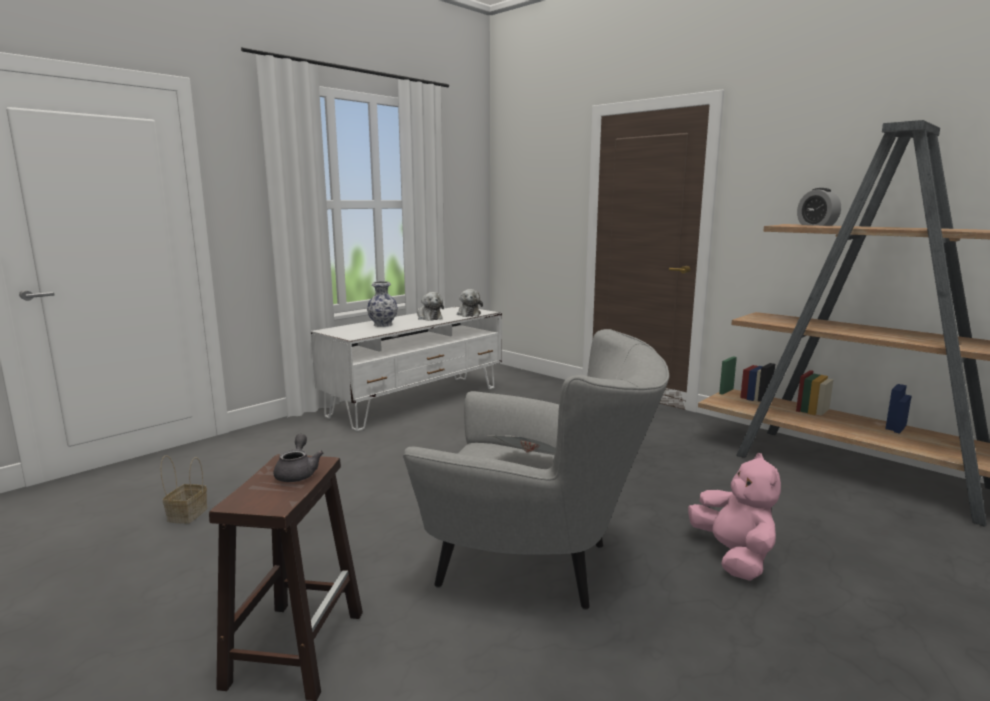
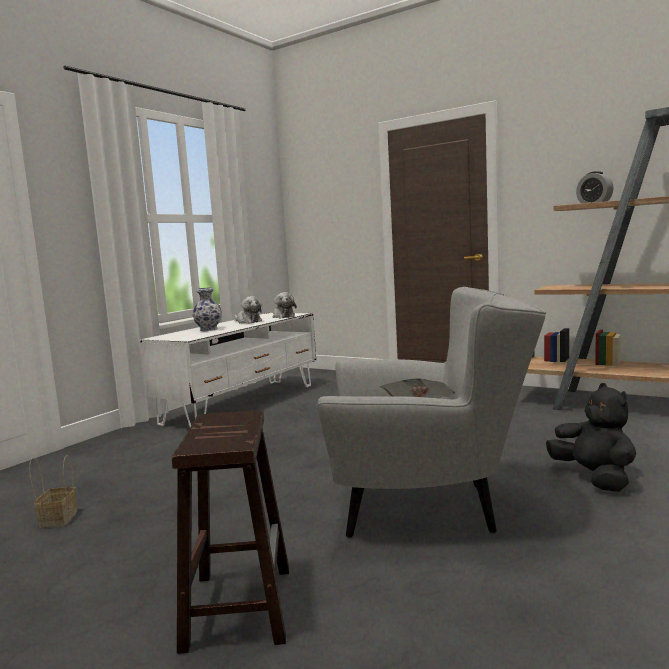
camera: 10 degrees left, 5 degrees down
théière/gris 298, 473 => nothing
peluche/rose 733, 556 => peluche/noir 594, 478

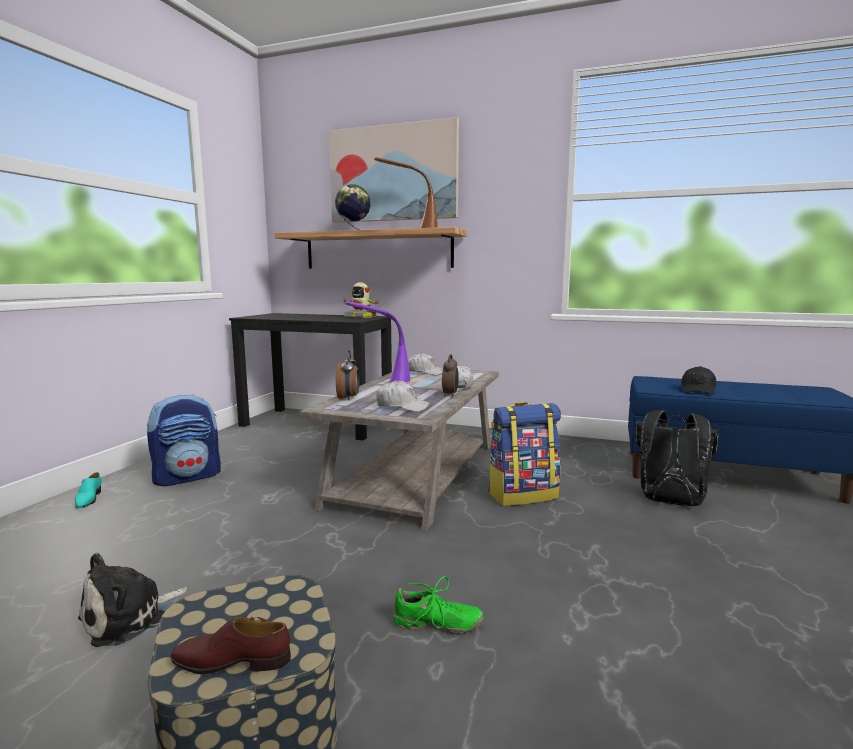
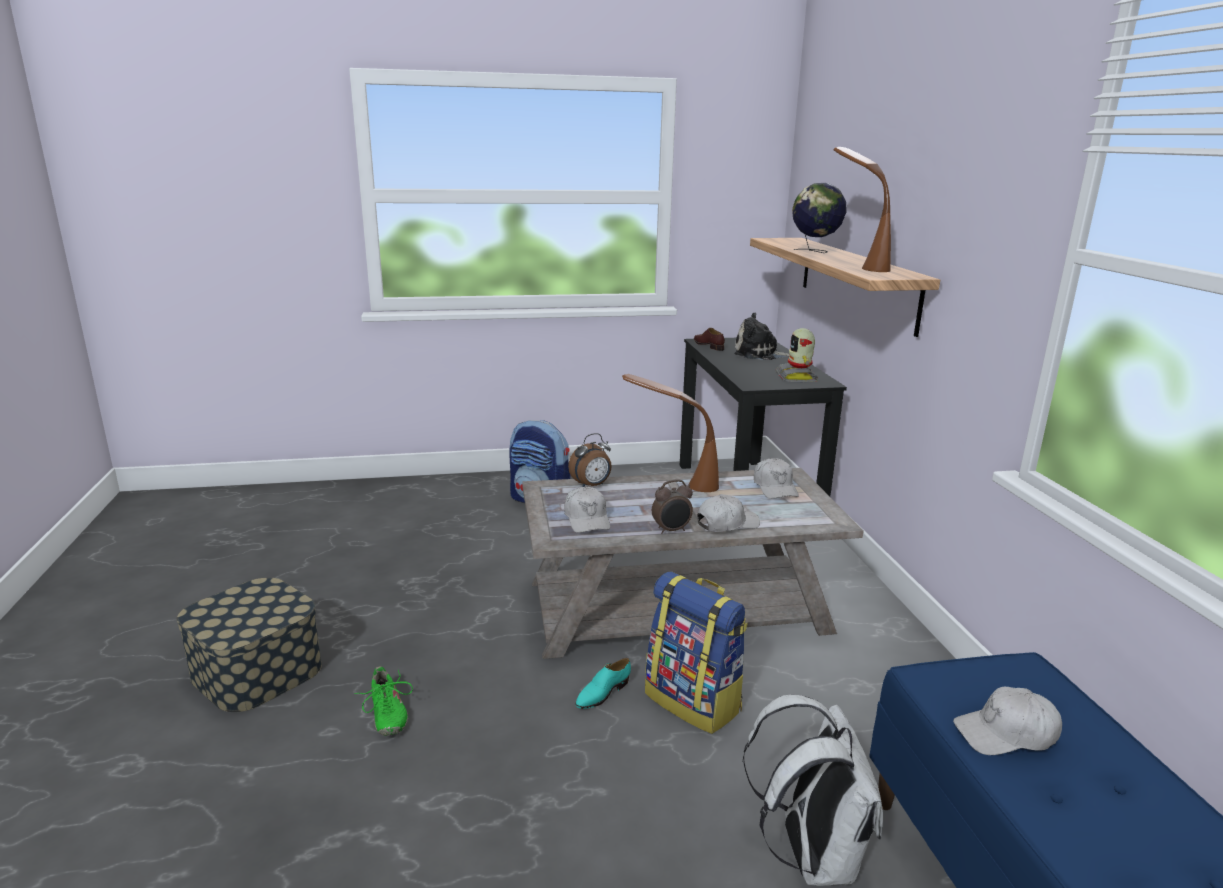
camera: 60 degrees right, 10 degrees up
chaussure/turquoise 88, 499 => chaussure/turquoise 602, 693, move
peluche 130, 617 => peluche 759, 354, move
chaussure/marron 232, 661 => chaussure/marron 708, 346, move
tableau 393, 173 => nothing
lampe de table/violet 380, 385 => lampe de table/marron 668, 483
sac à dos/noir 669, 502 => sac à dos/blanc 810, 854
casquette/noir 698, 390 => casquette/blanc 1006, 734

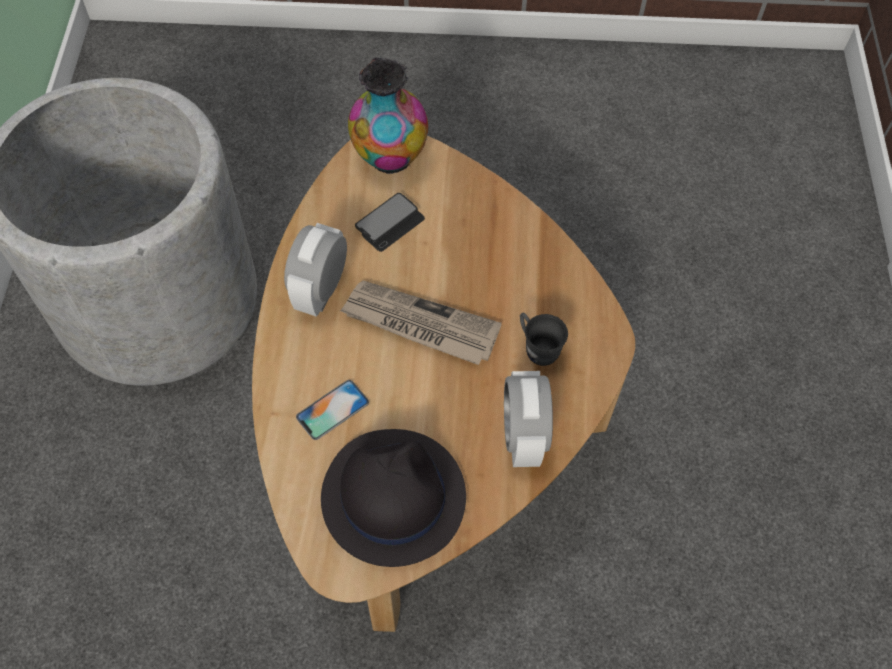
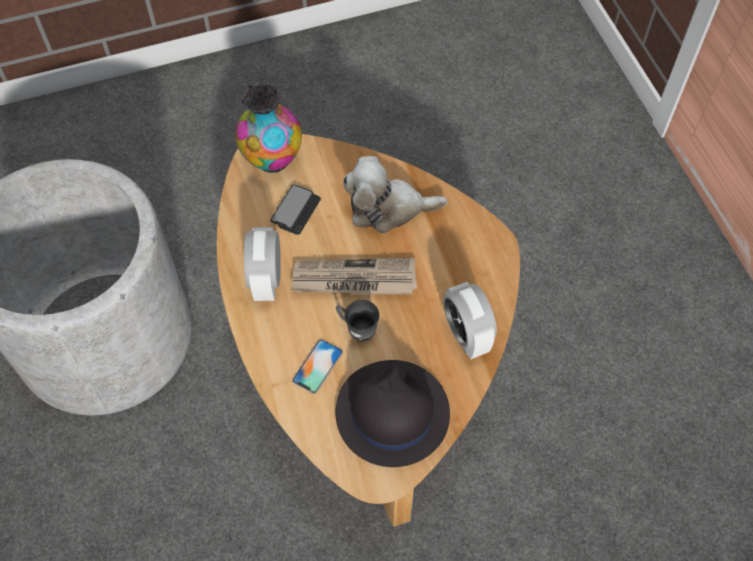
camera: 20 degrees left, 0 degrees up
mug/gris 537, 349 => mug/gris 356, 329, move
nothing => peluche 388, 208

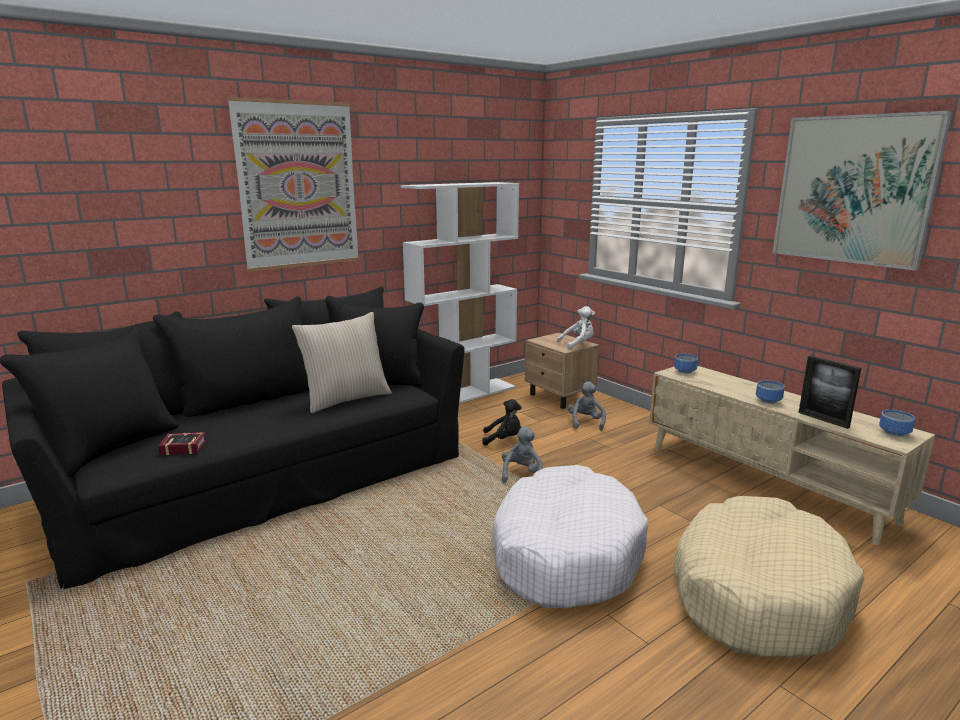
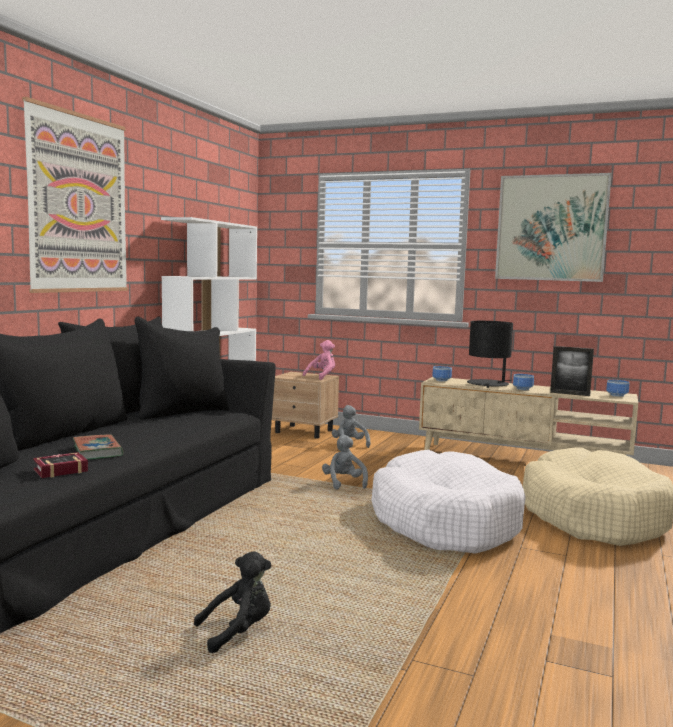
camera: 30 degrees left, 10 degrees down
coussin/beige 346, 399 => nothing
peluche/noir 503, 439 => peluche/noir 238, 631, move
peluche/blanc 578, 344 => peluche/rose 322, 376
nothing => livre 97, 451
nothing => lampe de table/noir 488, 384

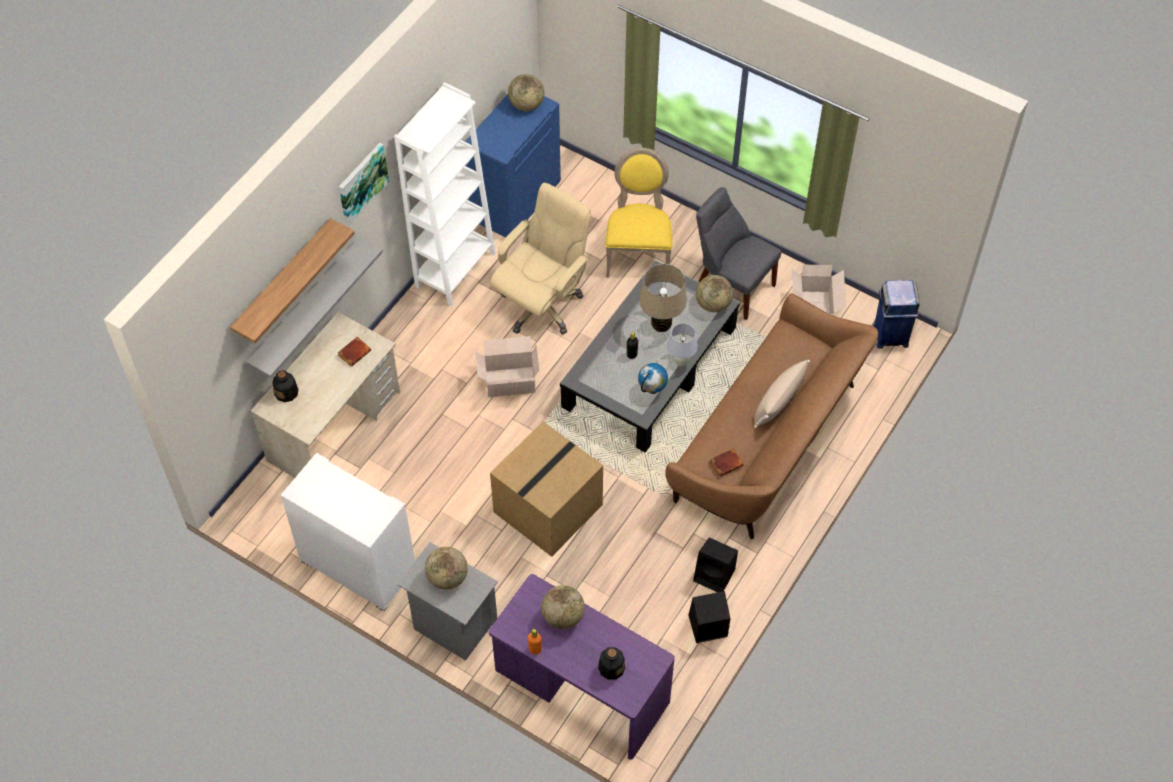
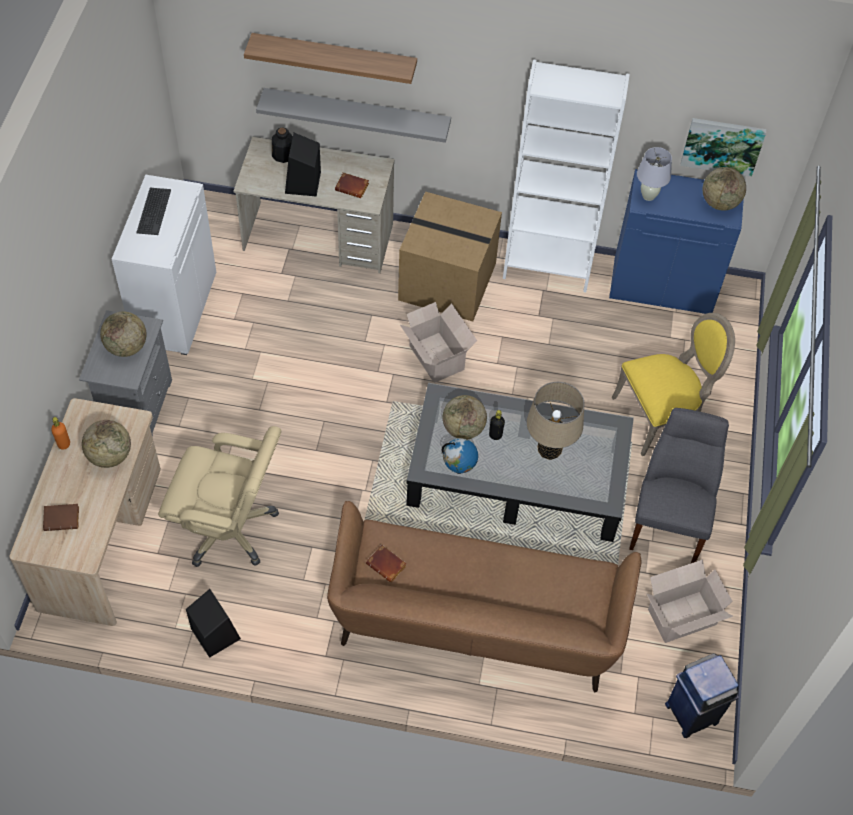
camera: 65 degrees right, 0 degrees up
tableau 362, 183 => tableau 722, 145, move
bureau/violet 581, 689 => bureau/beige 102, 538
chaise de bureau/beige 542, 304 => chaise de bureau/beige 229, 528, move
carton 548, 506 => carton 449, 281, move
bouteille 611, 667 => livre/marron 63, 518
lampe de table/blanc 681, 361 => lampe de table/blanc 648, 196, move
enceinte/noir 715, 575 => enceinte/noir 303, 184, move
globe 713, 304 => globe 463, 429, move
coussin/beige 778, 401 => nothing
nothing => clavier 153, 211

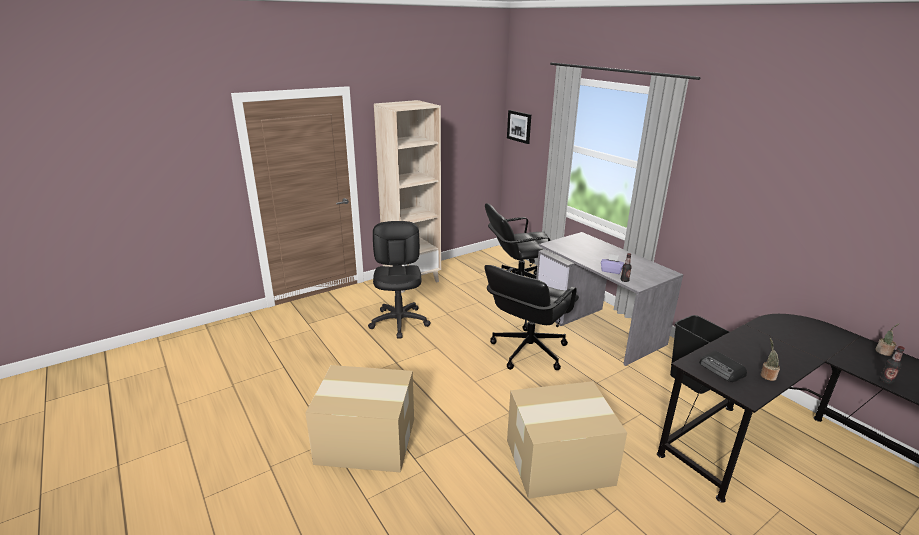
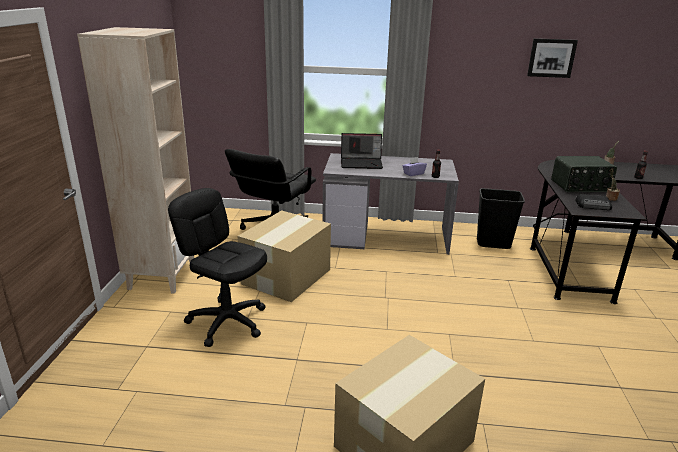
camera: 50 degrees left, 0 degrees up
chaise de bureau/noir 527, 351 => nothing
tableau 519, 126 => tableau 551, 58, move
carton 560, 462 => carton 287, 276, move
nothing => ordinateur portable 362, 163
nothing => radio 580, 186

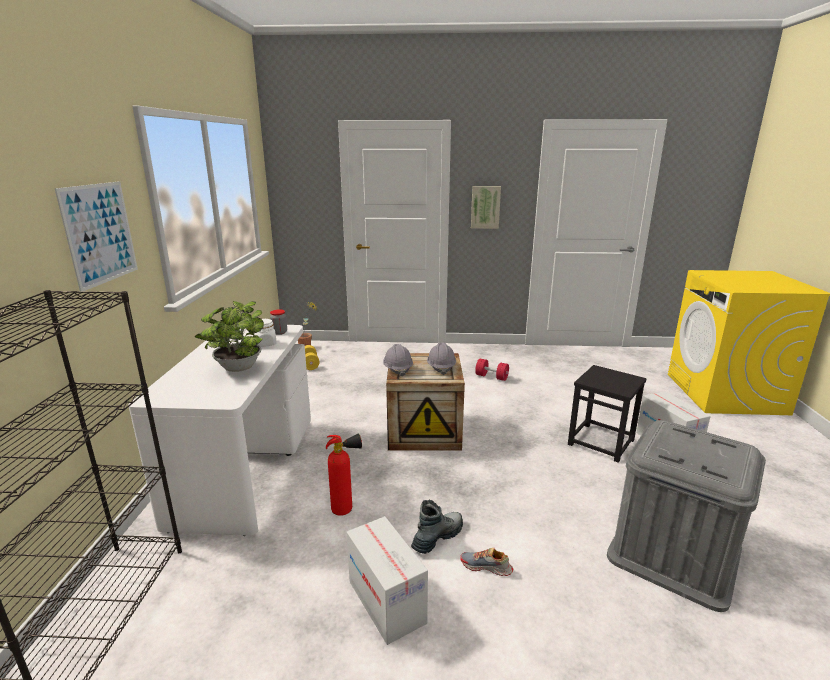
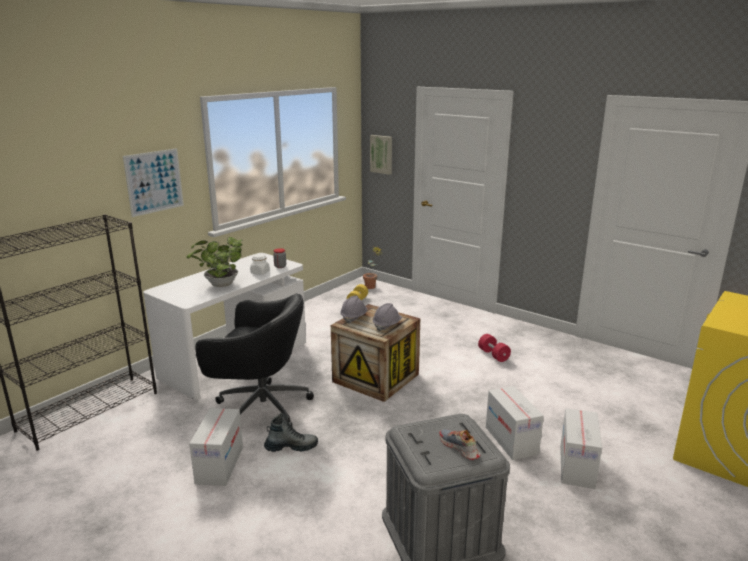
camera: 35 degrees right, 0 degrees up
extincteur 347, 509 => chaise de bureau/noir 260, 408
chaussure 486, 567 => chaussure 459, 448, move
tableau 485, 207 => tableau 381, 154, move
tabouret/noir 601, 442 => carton 511, 440

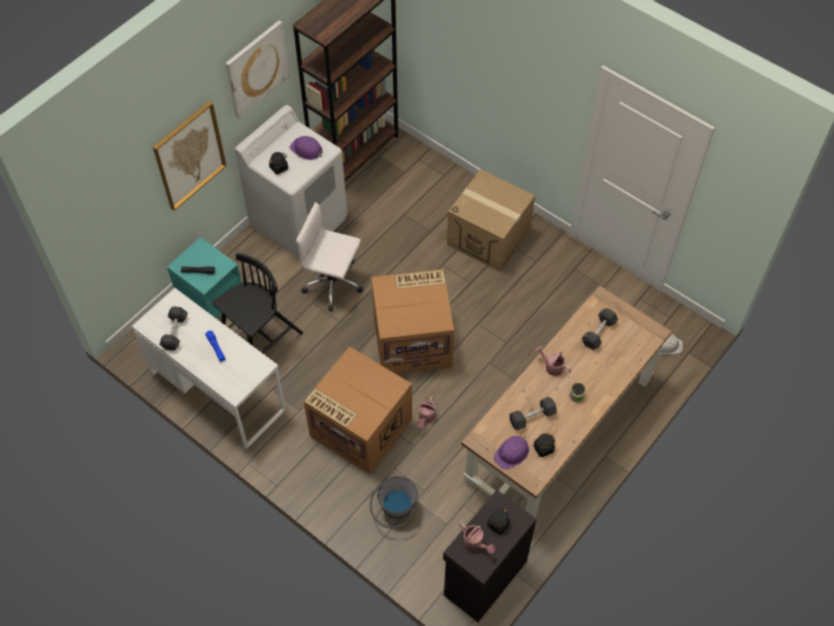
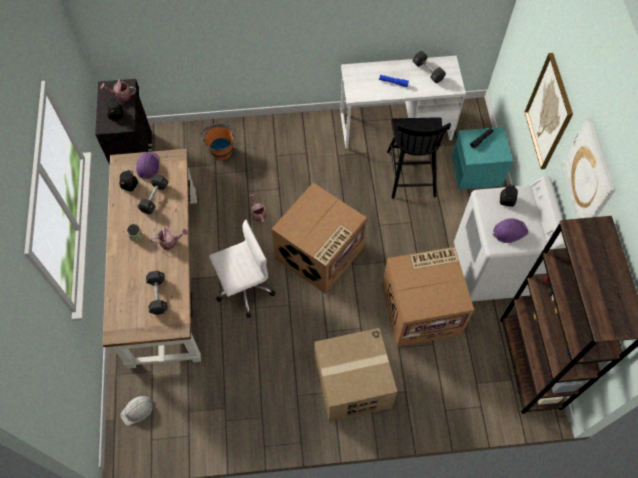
camera: 135 degrees right, 5 degrees up
chaise de bureau/blanc 334, 284 => chaise de bureau/blanc 243, 288, move
carton 359, 427 => carton 421, 309, move
seau/gris 394, 512 => seau/orange 220, 148

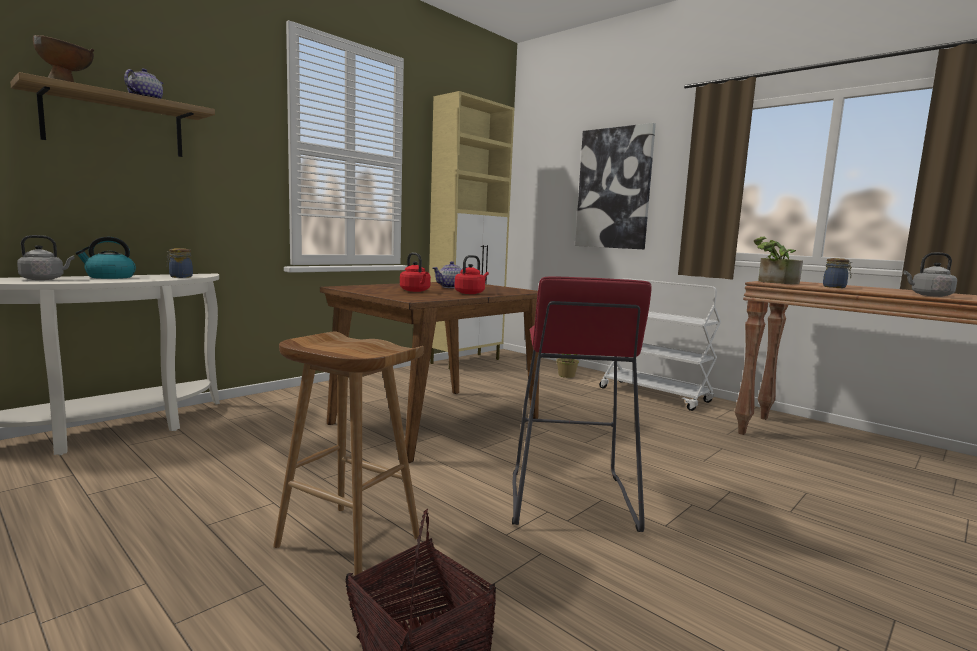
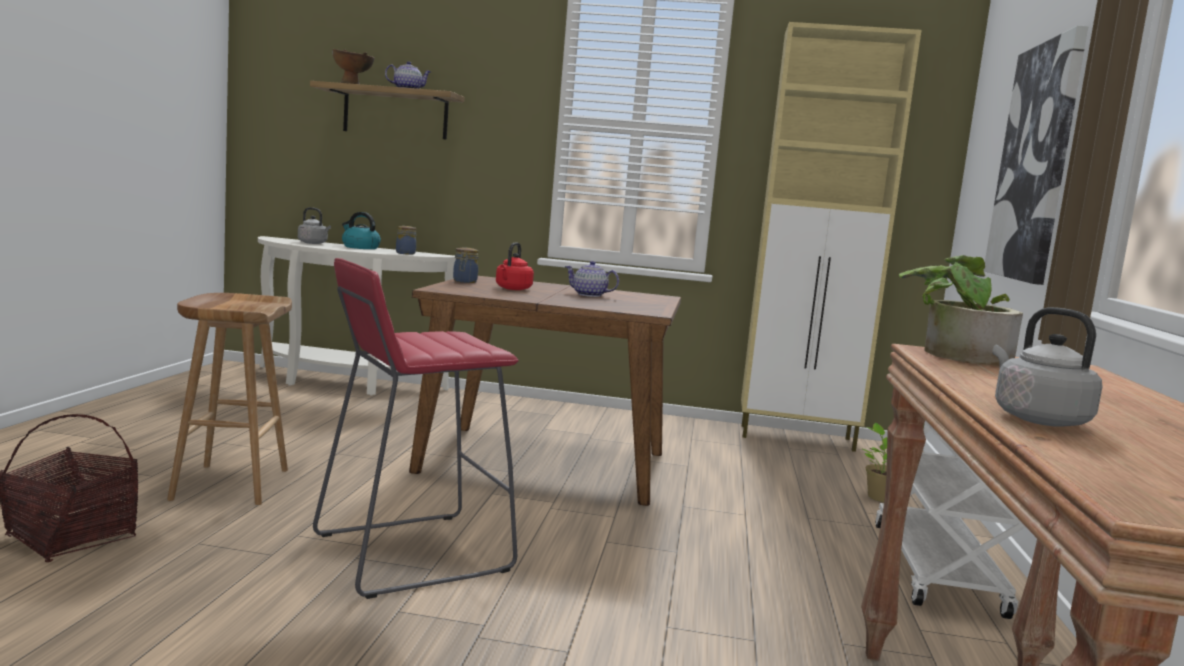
camera: 55 degrees right, 0 degrees up
bouilloire/rouge 470, 293 => nothing
bocal 835, 287 => bocal 464, 281, move

